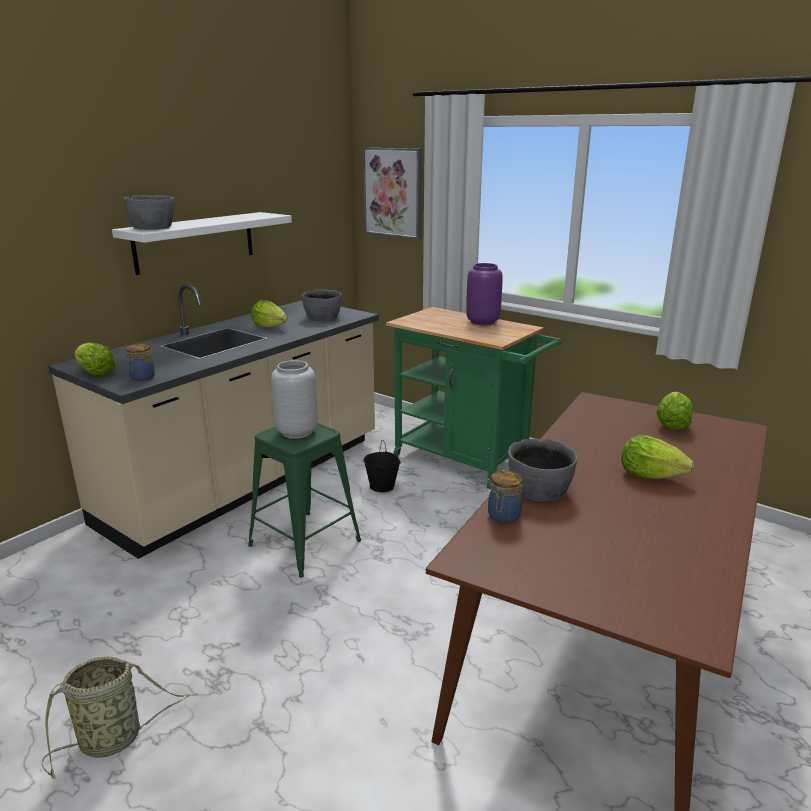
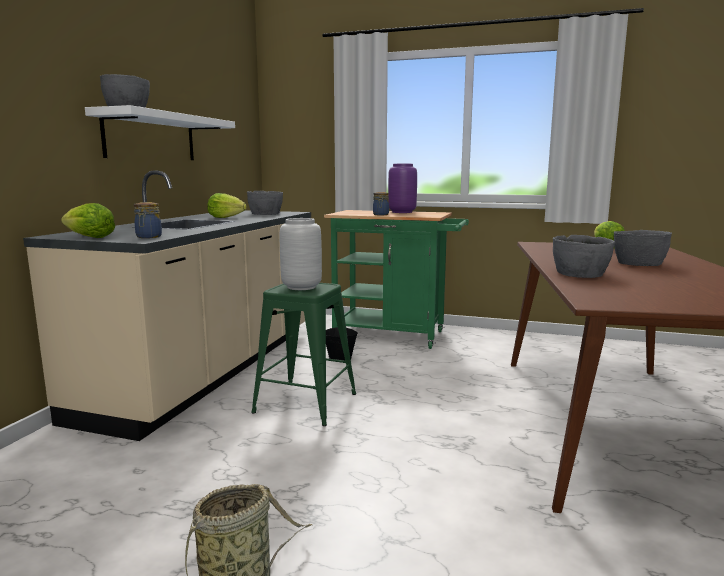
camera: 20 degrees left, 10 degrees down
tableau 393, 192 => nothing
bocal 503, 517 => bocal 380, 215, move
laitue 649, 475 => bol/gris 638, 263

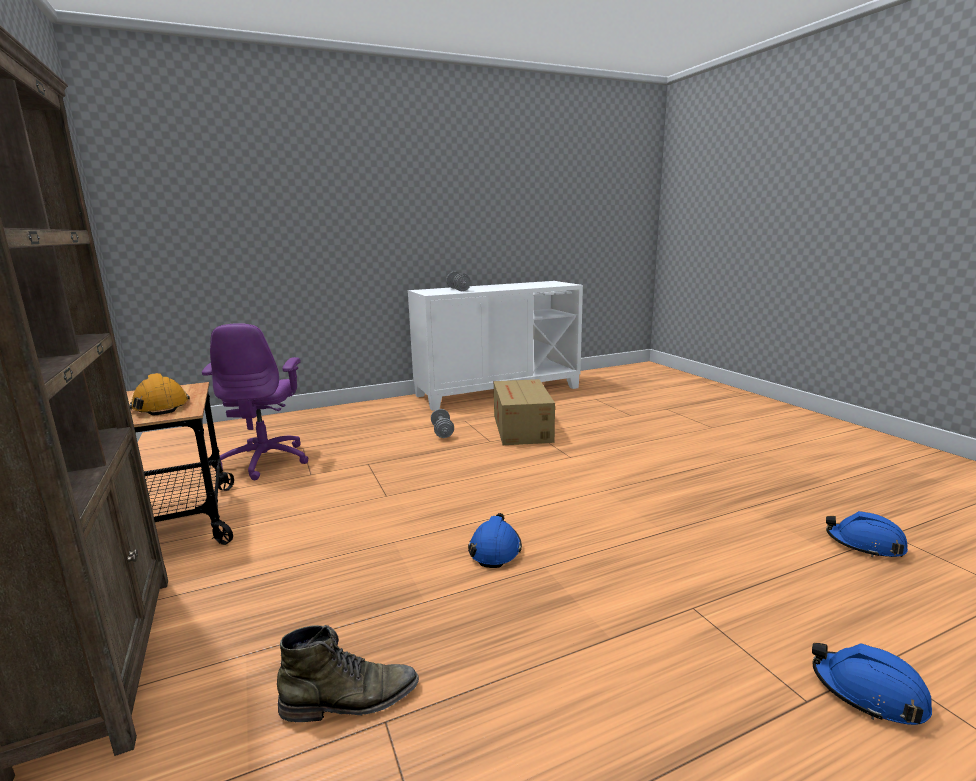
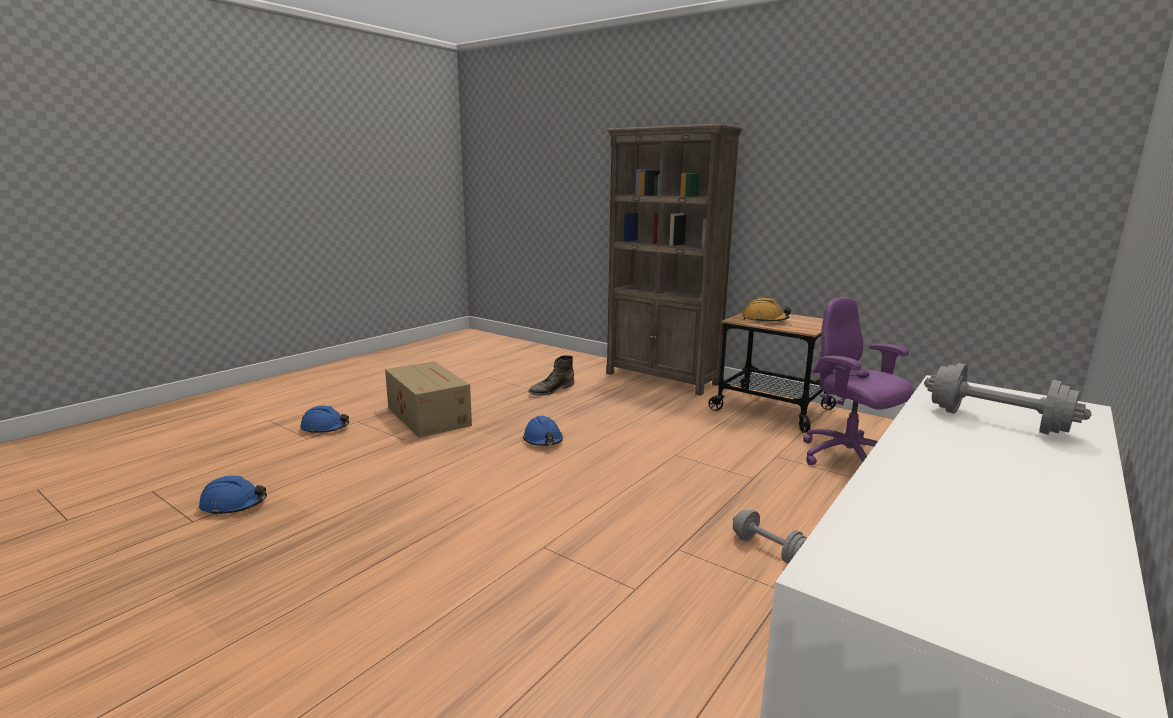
camera: 150 degrees right, 0 degrees up
carton 521, 429 => carton 428, 416, move

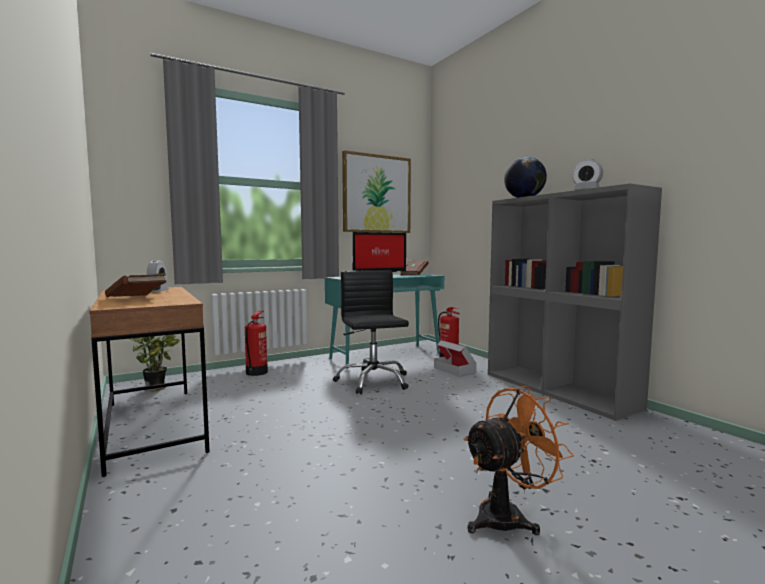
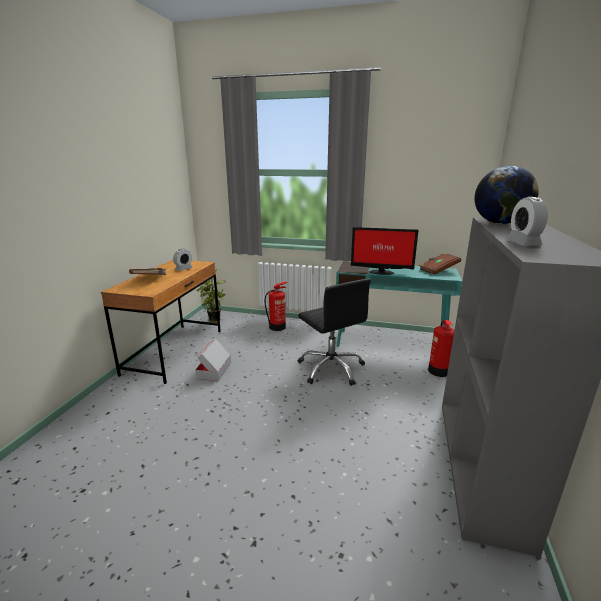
camera: 45 degrees right, 15 degrees up
chaise de bureau/noir 373, 381 => chaise de bureau/noir 331, 368, 120 degrees clockwise
tableau 377, 194 => nothing
carton 454, 370 => carton 214, 370, move
ventilateur/orange 509, 516 => nothing

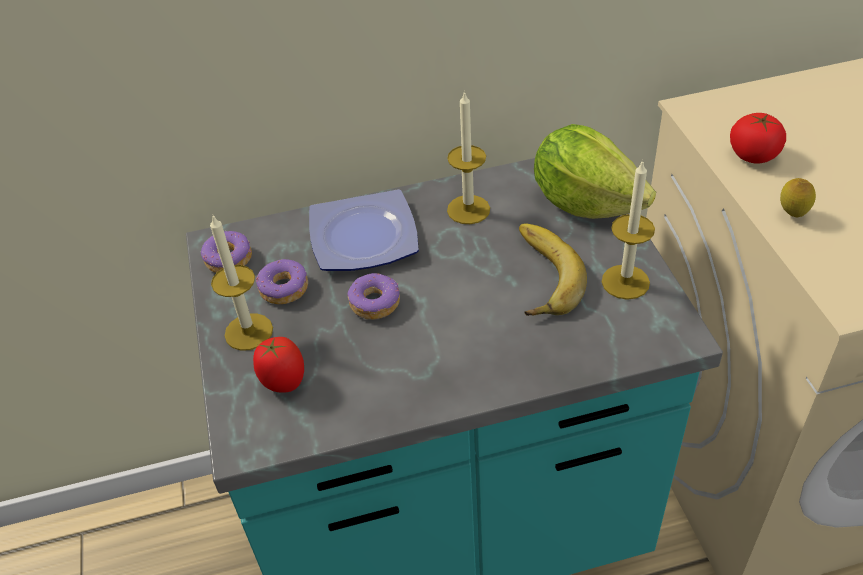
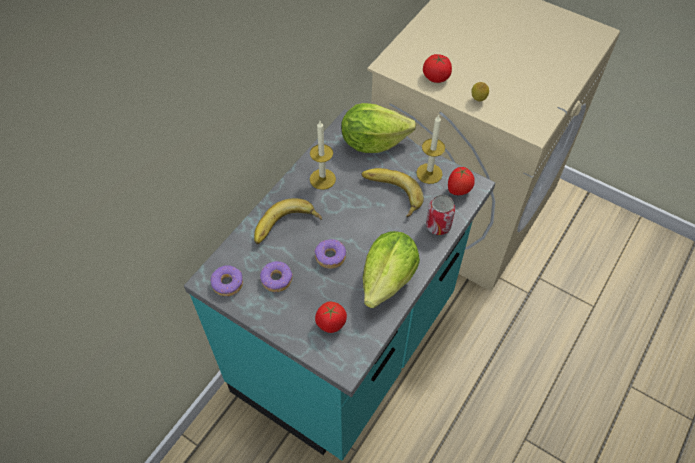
camera: 45 degrees left, 10 degrees up
bougie 248, 332 => nothing
assiette 362, 239 => banane 286, 228
nothing => laitue 388, 279
nothing => boîte métallique 438, 226
nothing => tomate 459, 191

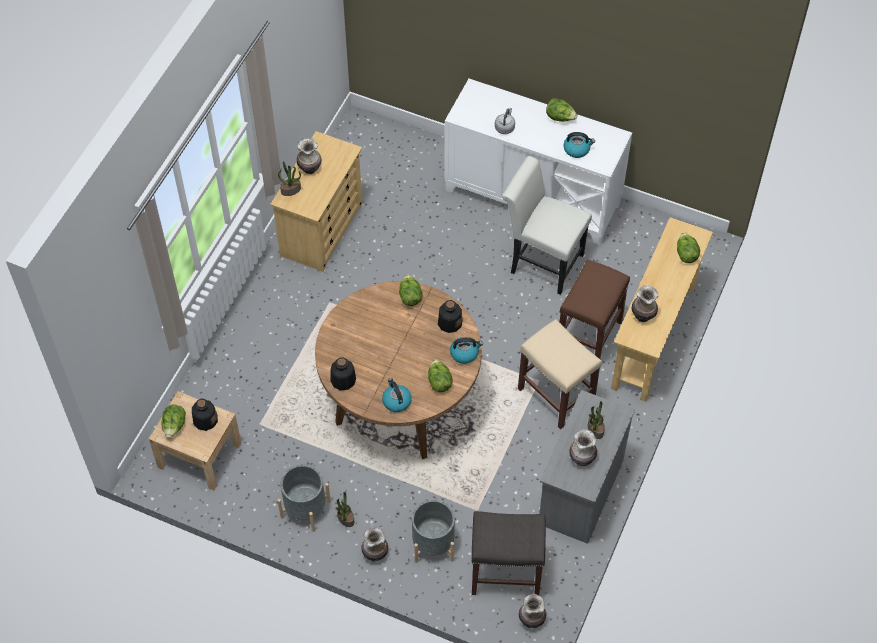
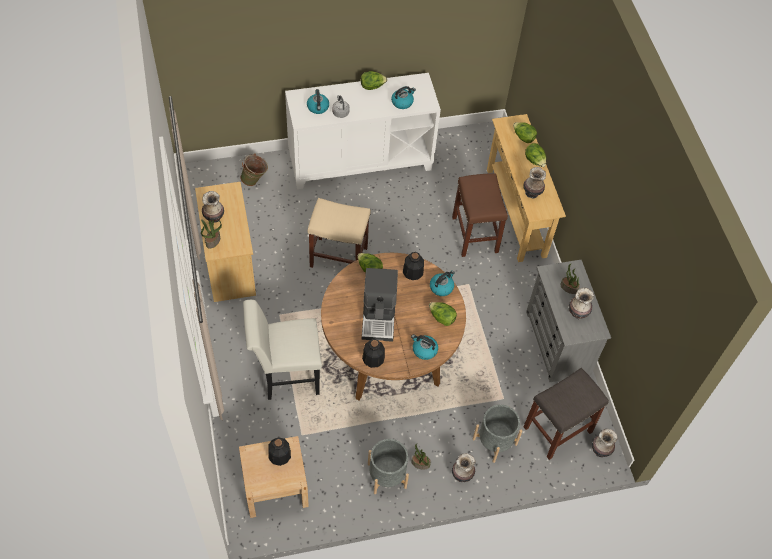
camera: 40 degrees left, 0 degrees up
laitue 174, 426 => laitue 535, 161, move
chaise/blanc 541, 261 => chaise/blanc 285, 375, move
tabouret/beige 555, 395 => tabouret/beige 338, 257, move
nothing => seau/vert 255, 180
nothing => bouilloire 318, 107
nothing => machine à café 379, 316

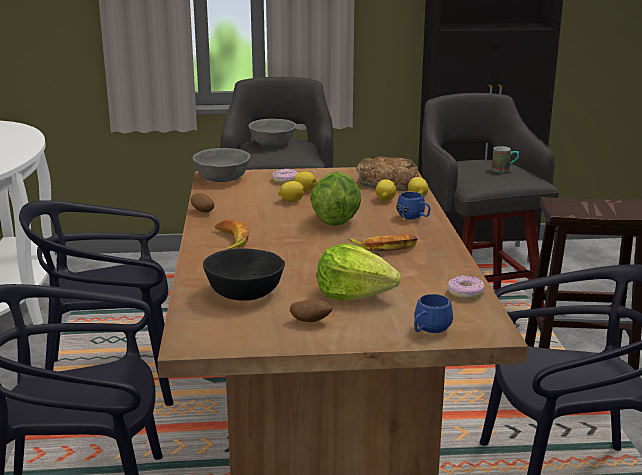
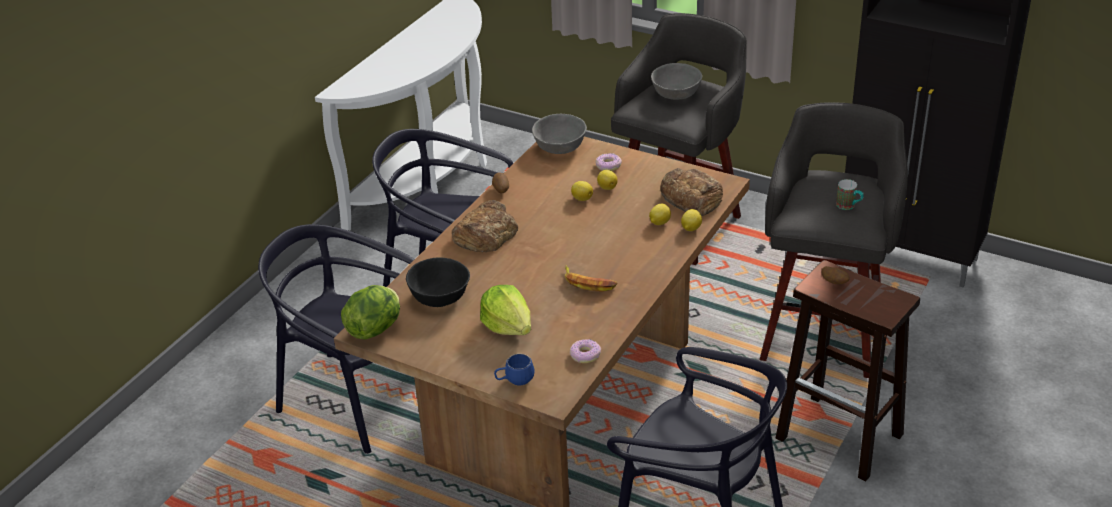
camera: 35 degrees right, 15 degrees up
banane 229, 240 => pain 485, 234
pomme de terre 311, 321 => pomme de terre 834, 282, move
laitue 335, 221 => laitue 375, 329, move
mug/bleu 414, 218 => nothing

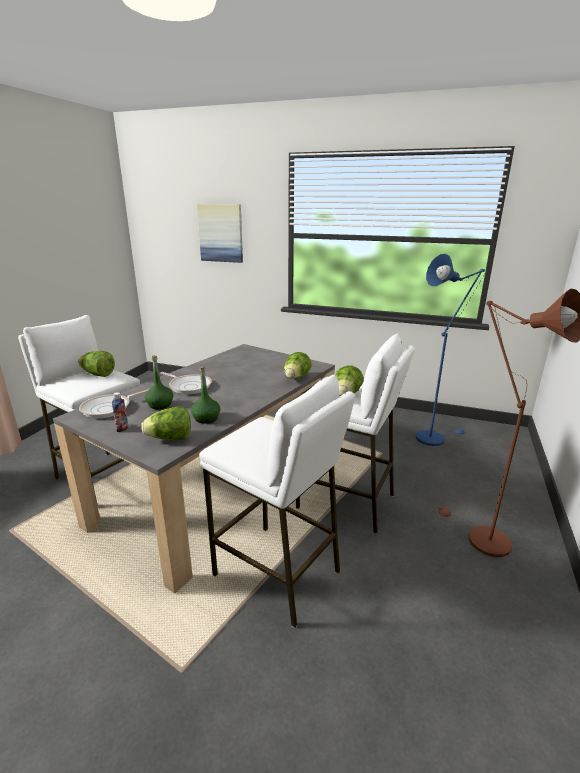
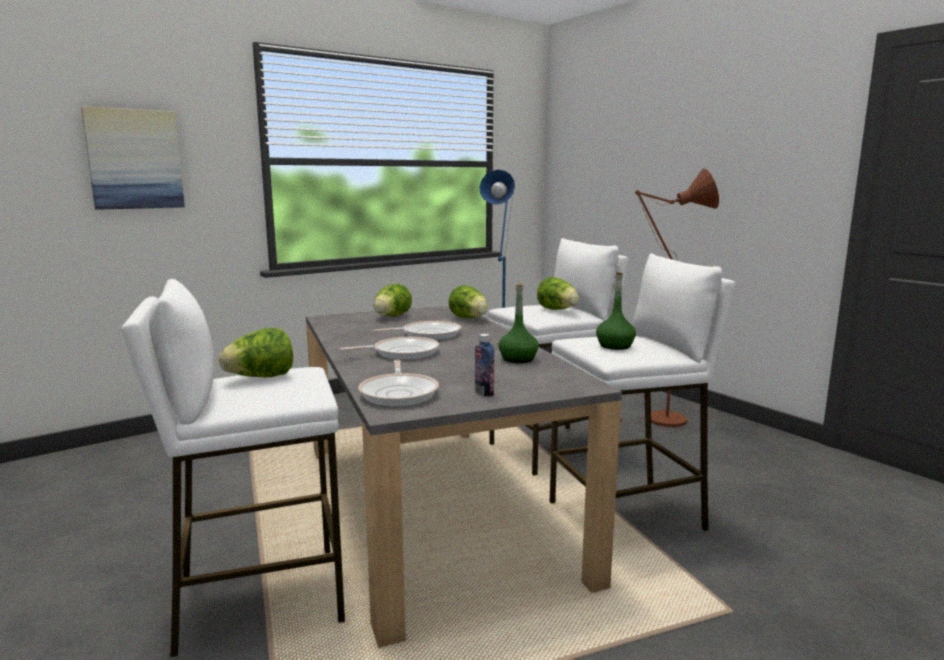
camera: 55 degrees left, 10 degrees down
laitue 170, 439 => laitue 391, 317, move
bouteille/vert 160, 405 => bouteille/vert 615, 346, move
nothing => poêle 427, 334

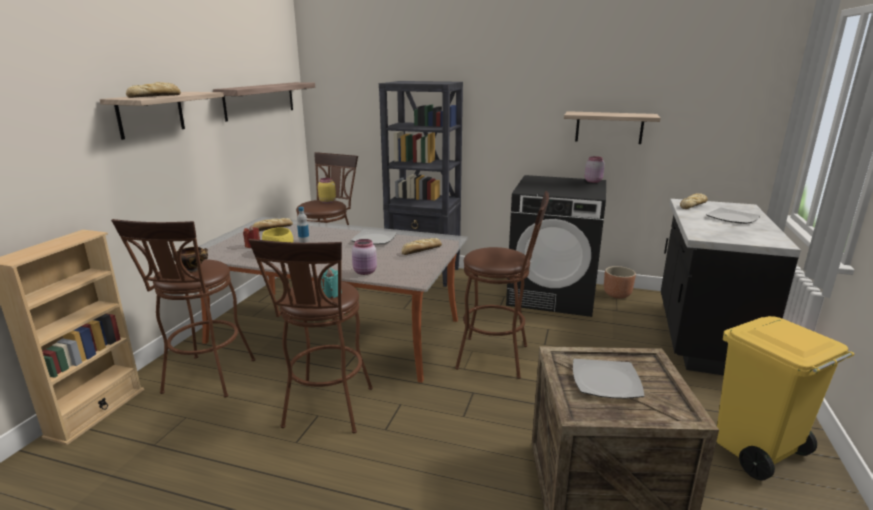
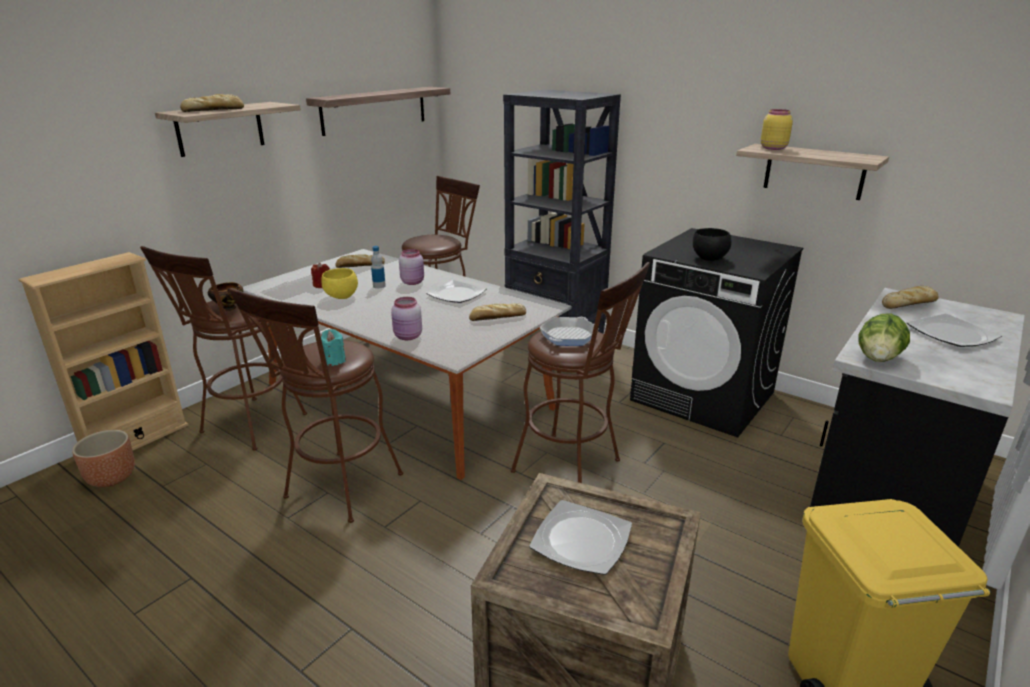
camera: 20 degrees right, 5 degrees up
bocal/jaune 327, 201 => bocal/jaune 772, 148, move
bocal/rose 593, 181 => bocal/rose 413, 282, move
cache-pot/marron 616, 295 => cache-pot/marron 111, 478, move
nothing => poêle 568, 336
nothing => bol/noir 709, 258
nothing => laitue 878, 358

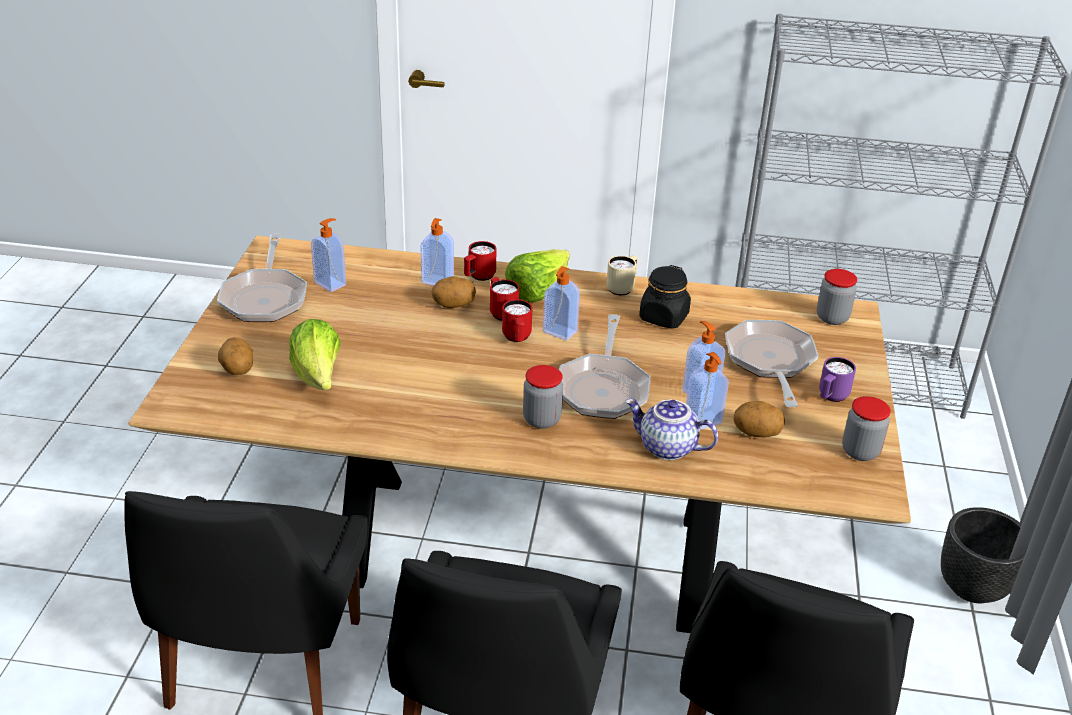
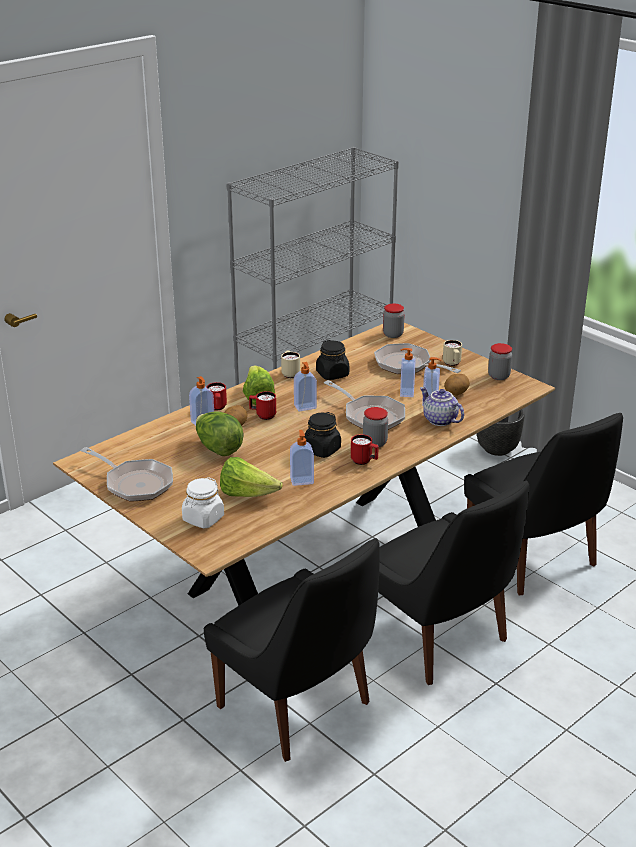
camera: 50 degrees left, 5 degrees down
pomme de terre 237, 370 => bocal/blanc 203, 519
distributeur de savon 331, 283 => distributeur de savon 302, 480, move
mug/rouge 517, 338 => mug/rouge 364, 461, move
théière 666, 448 => théière 439, 420, 75 degrees clockwise
mug/violet 830, 397 => mug/beige 452, 364
nothing => laitue 218, 448
nothing => bocal/noir 321, 450

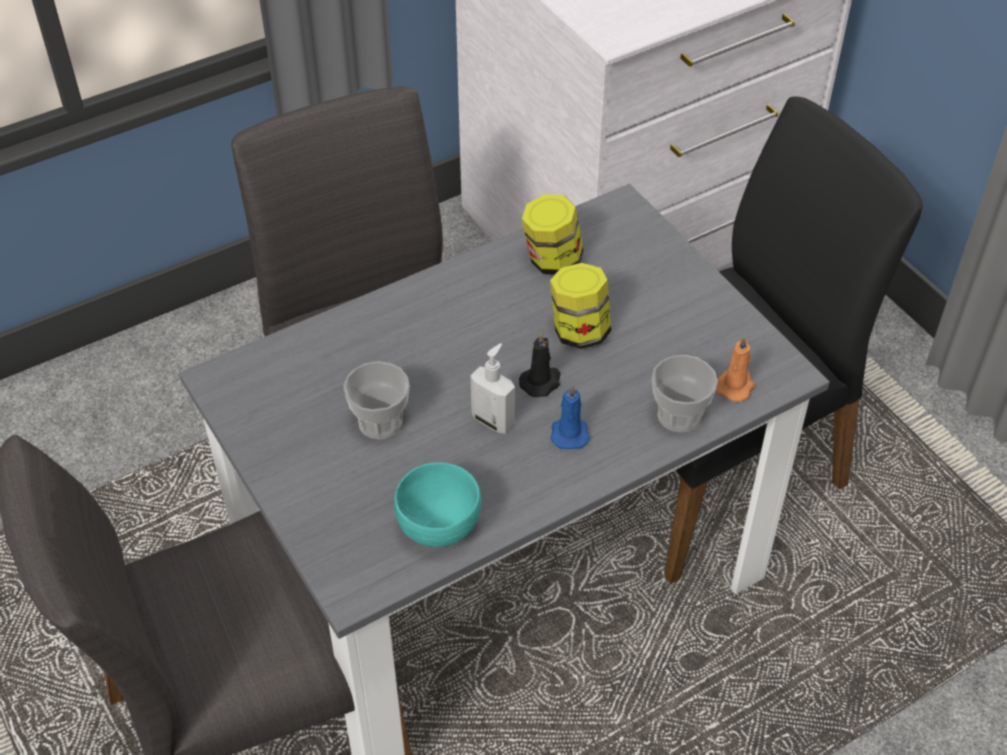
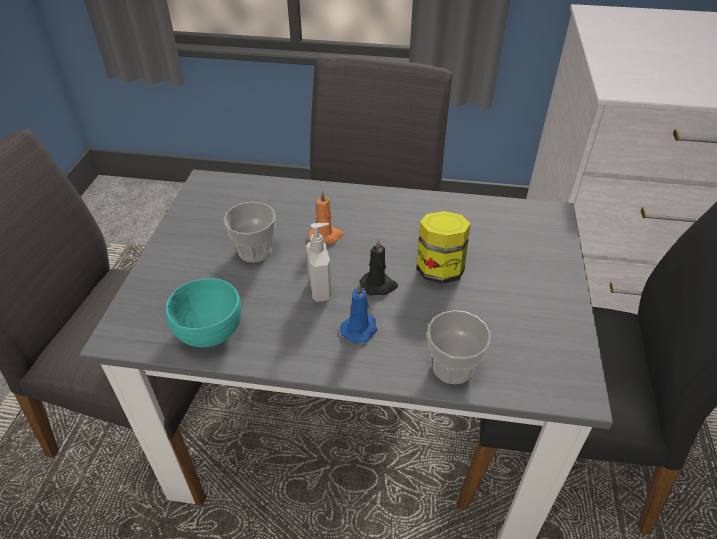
camera: 40 degrees right, 5 degrees down
bocal 552, 260 => nothing
bougie/orange 735, 385 => bougie/orange 326, 236, move

